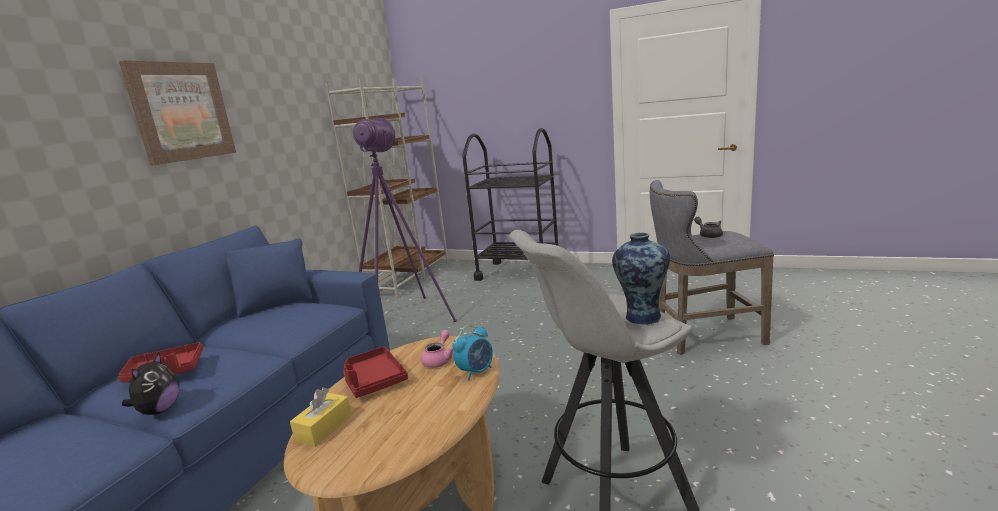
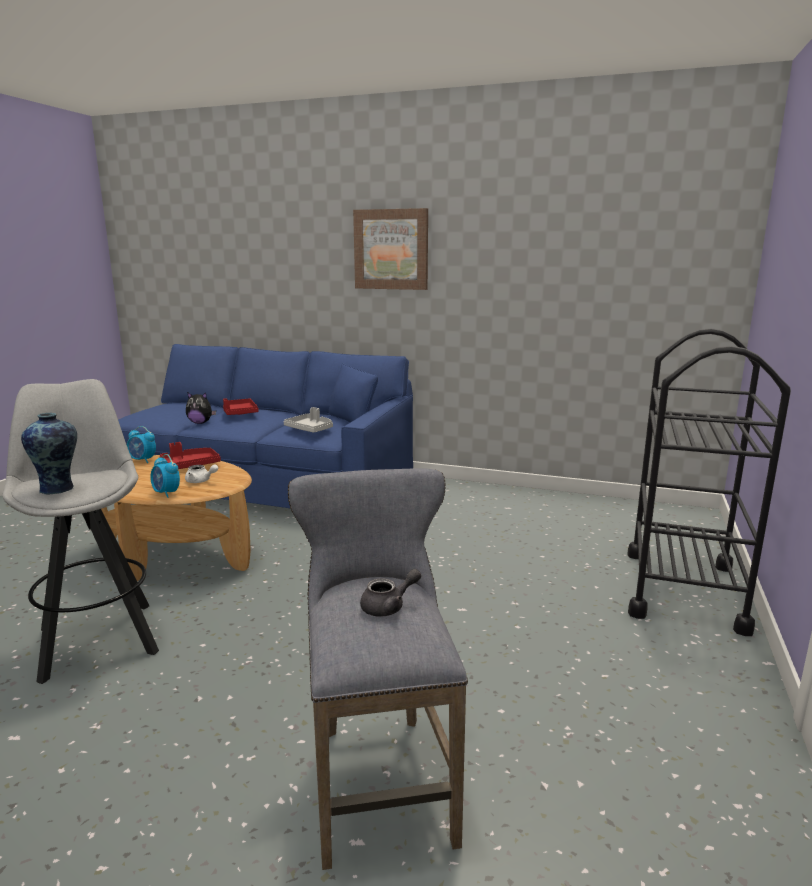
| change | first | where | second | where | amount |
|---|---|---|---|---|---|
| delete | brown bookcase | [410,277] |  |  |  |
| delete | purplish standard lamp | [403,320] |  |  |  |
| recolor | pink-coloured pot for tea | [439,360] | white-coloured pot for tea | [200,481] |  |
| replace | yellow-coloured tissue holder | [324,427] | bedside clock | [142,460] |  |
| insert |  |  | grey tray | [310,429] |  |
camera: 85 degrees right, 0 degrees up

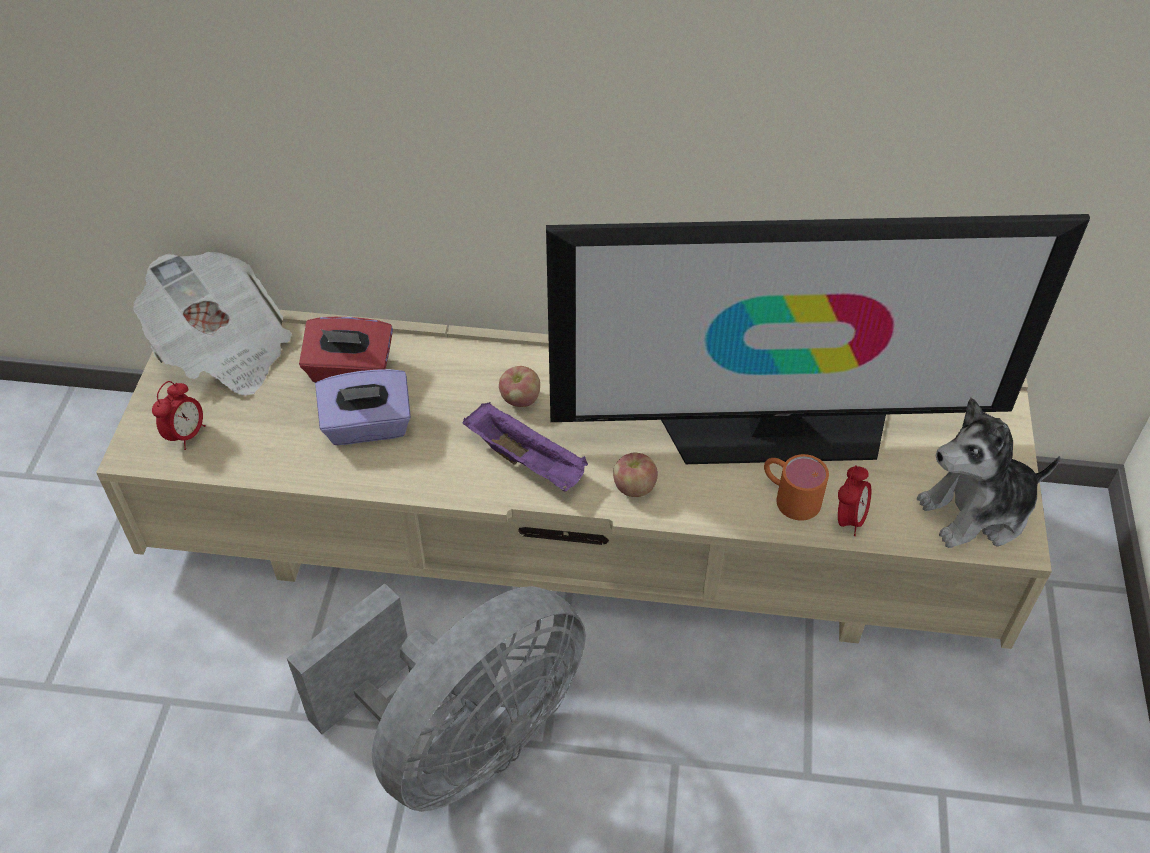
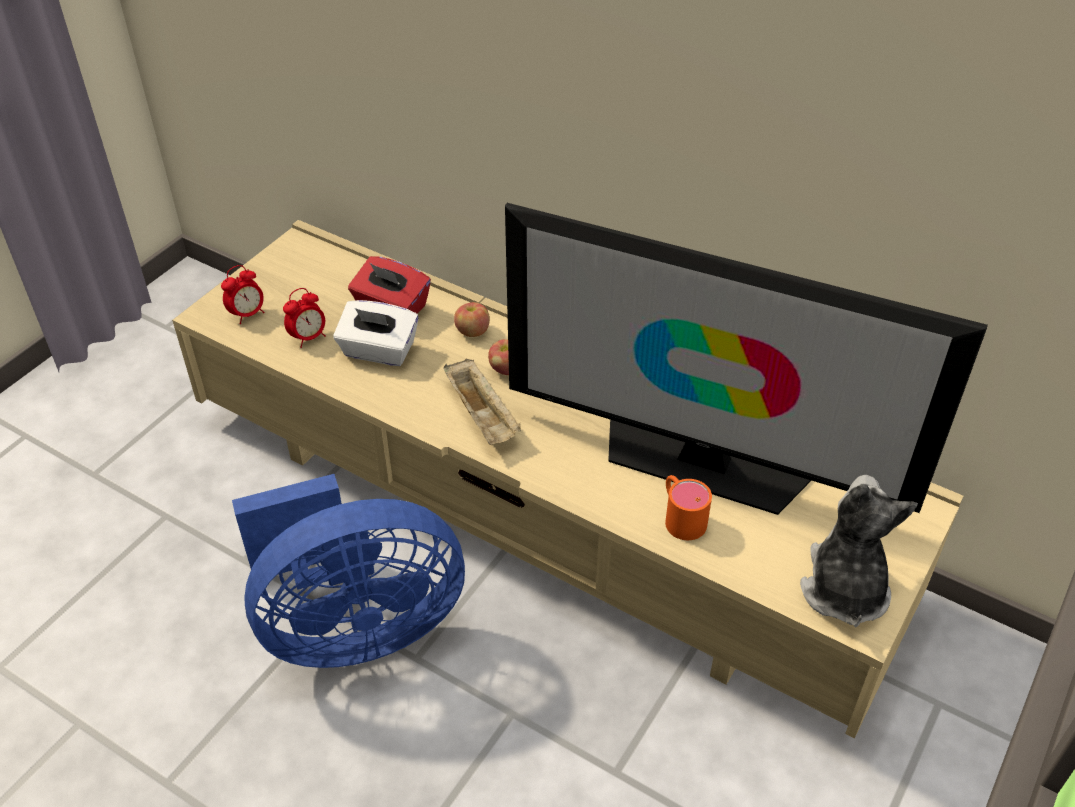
| change | first | where | second | where | amount |
|---|---|---|---|---|---|
| delete | printed paper | [223,349] |  |  |  |
| recolor | purplish tissue holder | [368,427] | white-coloured tissue holder | [378,351] |  |
| rotate | cuddly toy | [977,511] |  | [844,588] | 90 degrees clockwise |
| recolor | purplish tray | [527,461] | beige tray | [482,416] |  |
| move | apple | [634,487] |  | [472,331] |  |
| move | bedside clock | [849,519] |  | [308,337] |  |
| recolor | grey electric fan | [461,740] | blue electric fan | [354,628] |  |
camera: 25 degrees right, 5 degrees down

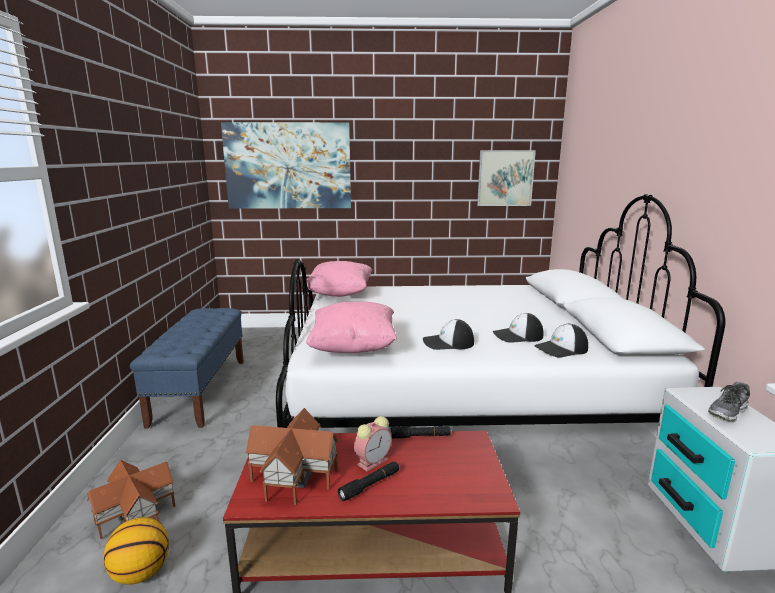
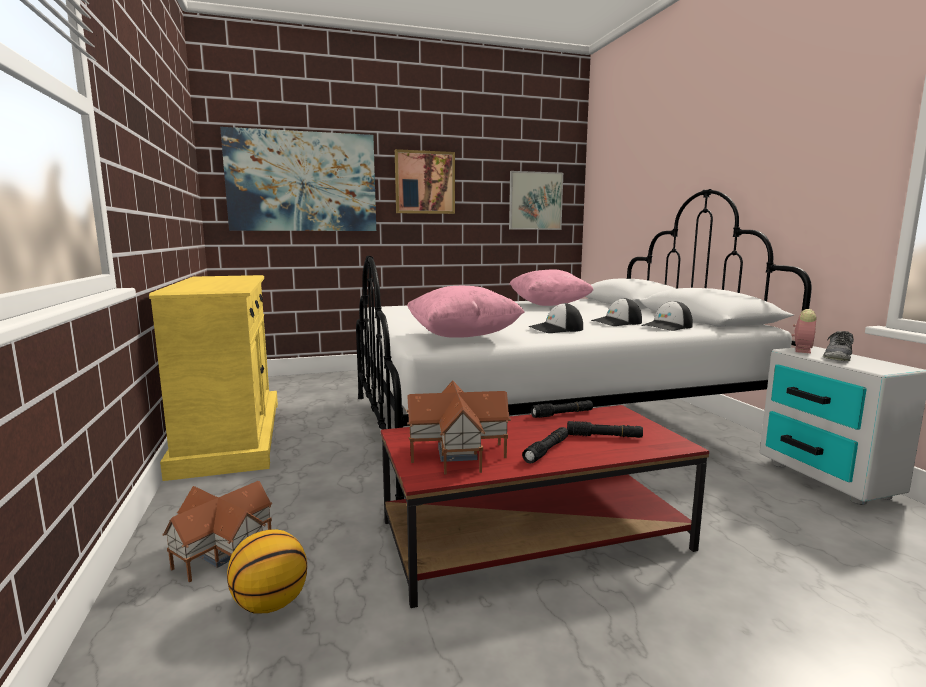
| change | first | where | second | where | amount |
|---|---|---|---|---|---|
| move | pink-coloured cushion | [340,294] |  | [549,305] |  |
| replace | blue indoor bench | [200,390] | yellow-coloured dresser | [229,435] |  |
| move | bedside clock | [373,461] |  | [802,350] |  |
| insert |  |  | wall picture | [425,182] |  |
| insert |  |  | blackish flashlight | [604,436] |  |
camera: 15 degrees left, 5 degrees down

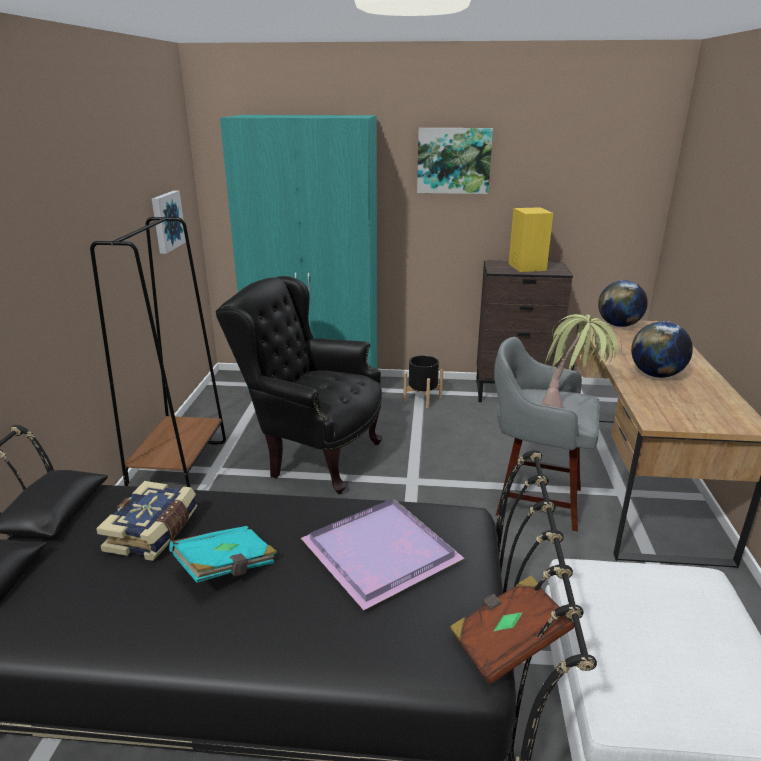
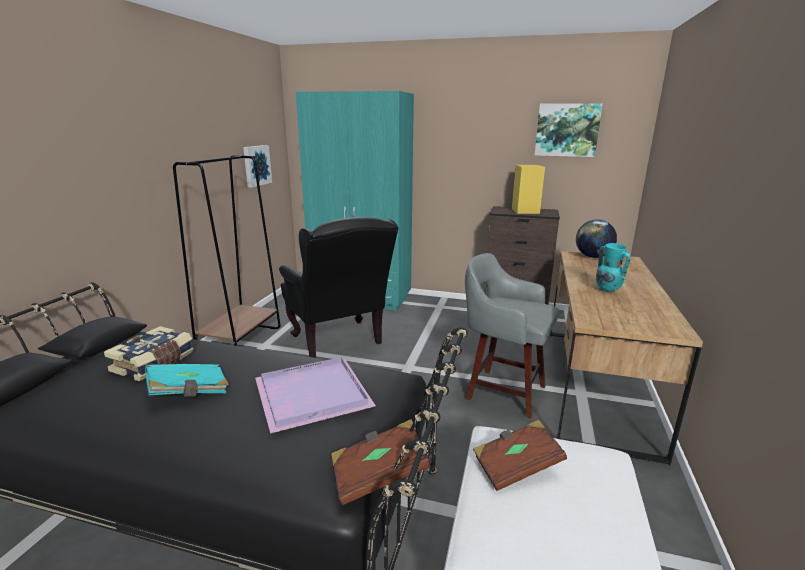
| change | first | where | second | where | amount |
|---|---|---|---|---|---|
| move | wall picture | [453,160] |  | [567,130] |  |
| rotate | blackish easy chair | [315,457] |  | [341,343] | 150 degrees counterclockwise |
| delete | plant in a pot | [572,407] |  |  |  |
| replace | desk globe | [655,375] | turquoise-coloured flower vase | [607,291] |  |
| delete | blackish plant pot | [422,399] |  |  |  |
| insert |  |  | brown bound book | [516,466] |  |
camera: 10 degrees right, 5 degrees down

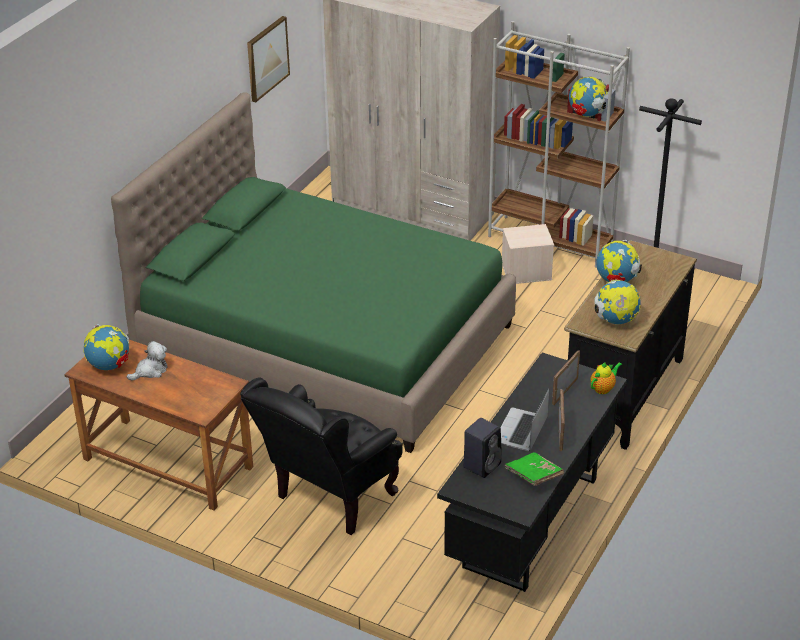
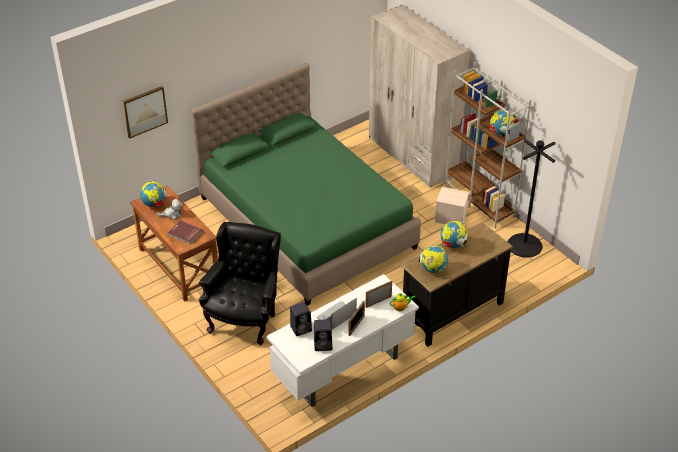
| change | first | where | second | where | amount |
|---|---|---|---|---|---|
| move | wall picture | [267,58] |  | [145,111] |  |
| recolor | blackish desk | [532,523] | white-coloured desk | [343,370] |  |
| rotate | blackish easy chair | [328,502] |  | [245,318] | 135 degrees clockwise |
| replace | green-coloured bound book | [534,476] | blackish audio speaker | [323,345] |  |
| insert |  |  | red bound book | [185,233] |  |
camera: 25 degrees right, 5 degrees up

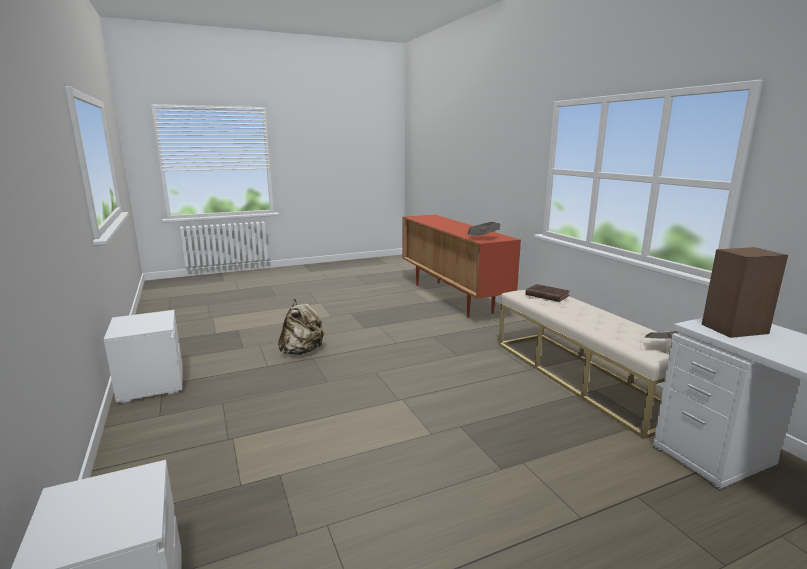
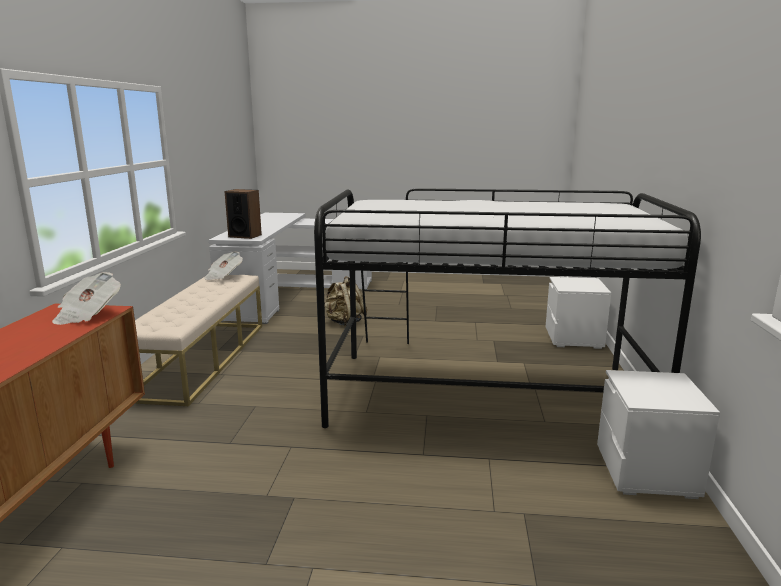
| change | first | where | second | where | amount |
|---|---|---|---|---|---|
| delete | brown bound book | [546,295] |  |  |  |
| move | beige backpack | [302,351] |  | [344,323] |  |
| insert |  |  | blackish sleeping bed | [480,393] |  |
camera: 150 degrees left, 0 degrees up

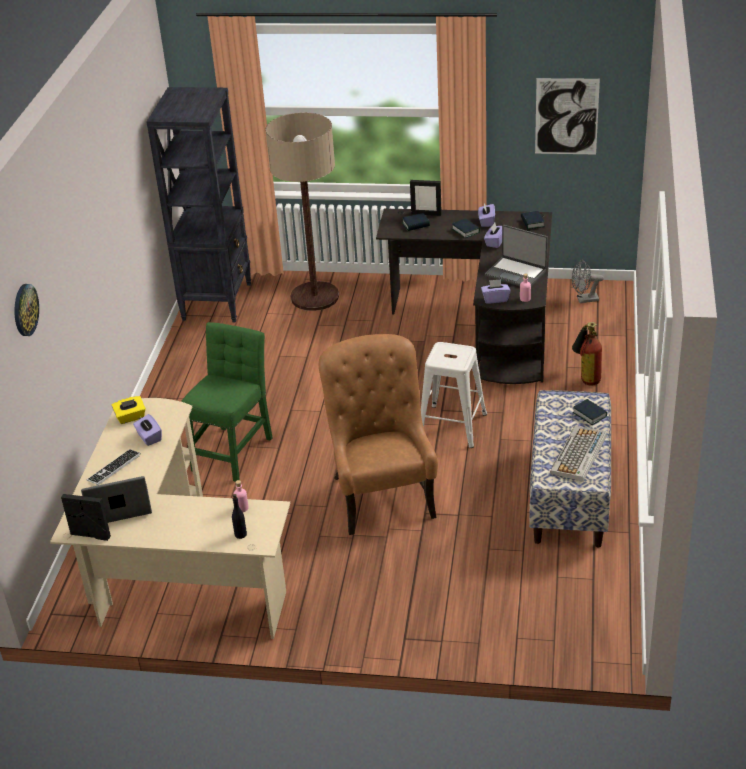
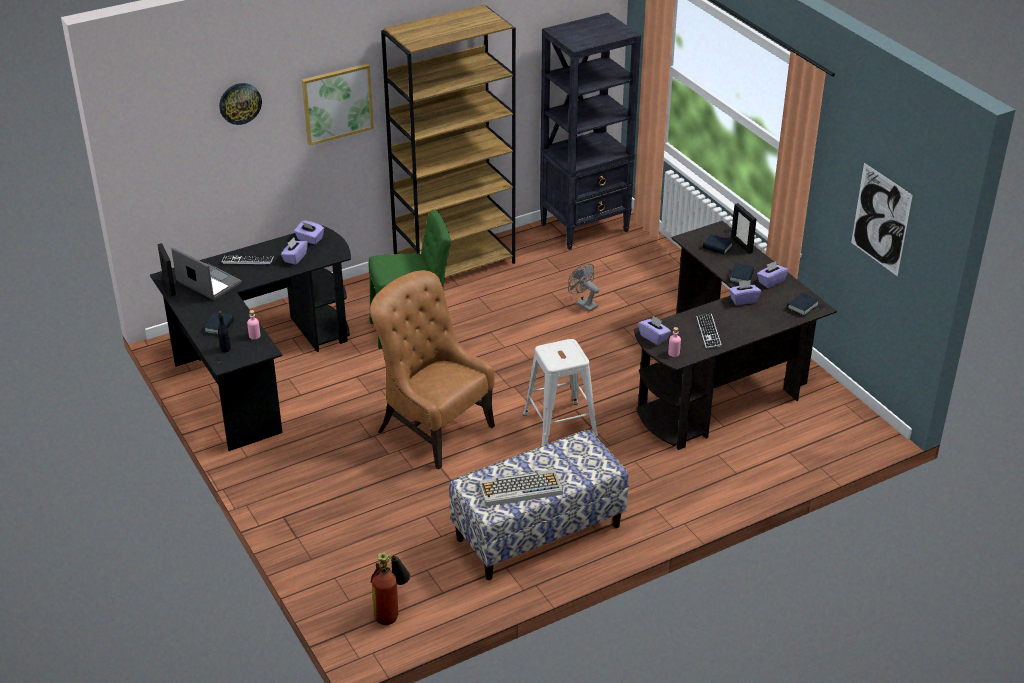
| change | first | where | second | where | amount |
|---|---|---|---|---|---|
| delete | standard lamp | [315,297] |  |  |  |
| replace | laptop | [516,273] | computer keyboard | [708,332] |  |
| move | grey electric fan | [584,300] |  | [583,304] |  |
| move | extinguisher | [586,376] |  | [392,611] |  |
| rotate | brown upright chair | [382,496] |  | [433,429] | 90 degrees counterclockwise |
| recolor | yellow-coloured tissue holder | [130,417] | purplish tissue holder | [309,239] |  |
| recolor | beige desk | [172,573] | blackish desk | [254,370] |  |
| move | bound book | [589,414] |  | [219,326] |  |
| insert |  |  | brown bookcase | [455,264] |  |
| insert |  |  | wall picture | [337,103] |  |
camera: 50 degrees right, 0 degrees up

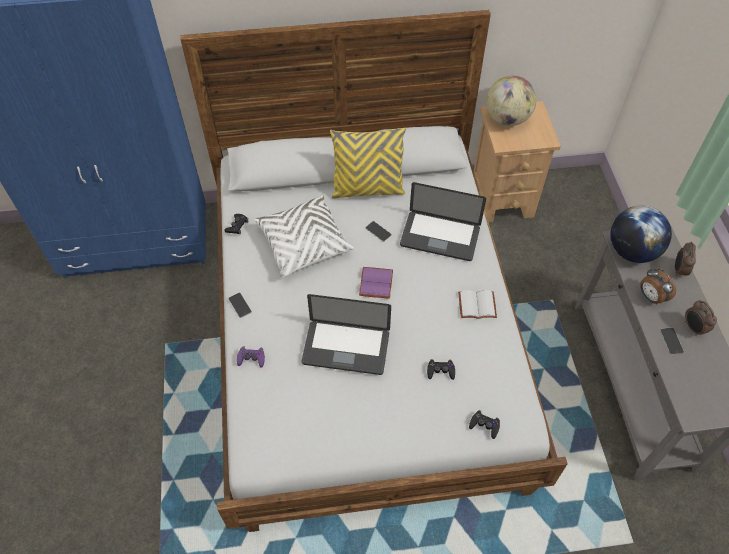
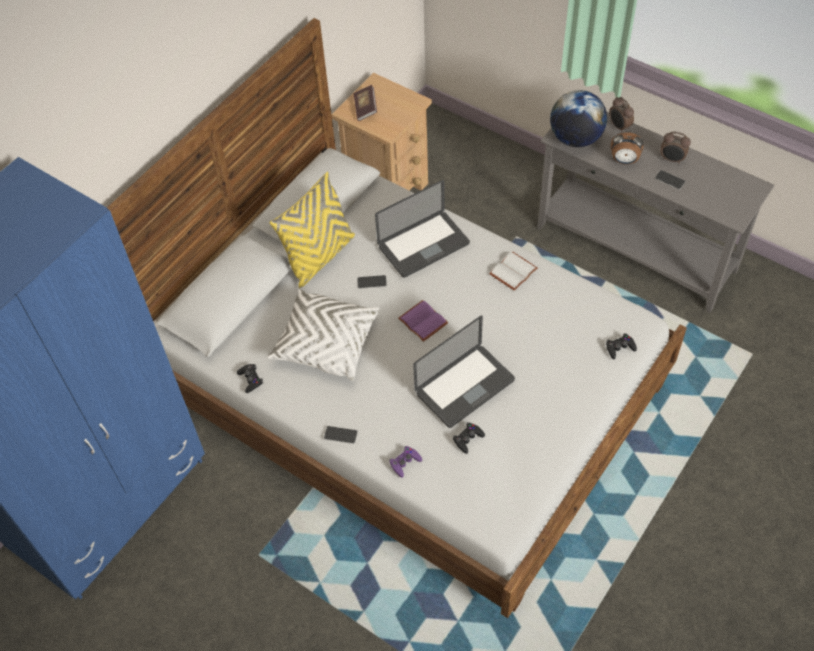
| change | first | where | second | where | amount |
|---|---|---|---|---|---|
| replace | desk globe | [507,119] | bound book | [365,108] |  |
| move | blackish gamepad | [440,371] |  | [468,439] |  |
camera: 45 degrees left, 0 degrees up

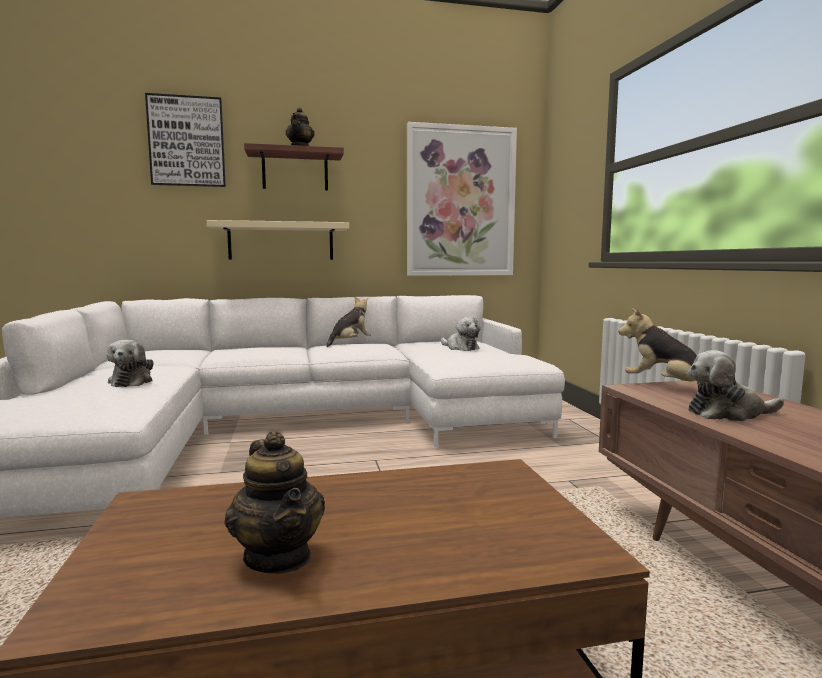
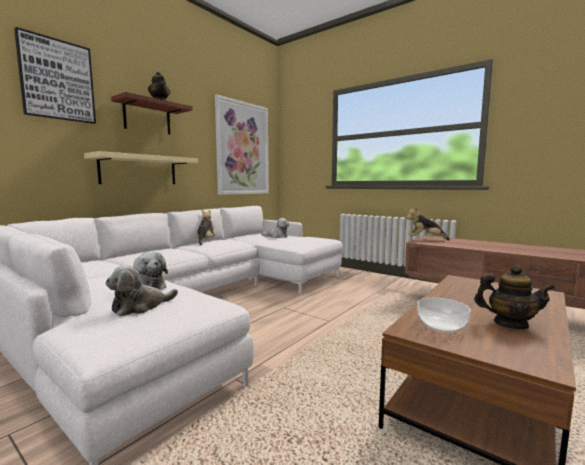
| change | first | where | second | where | amount |
|---|---|---|---|---|---|
| move | cuddly toy | [728,413] |  | [140,307] |  |
| insert |  |  | deep dish | [442,325] |  |
camera: 40 degrees left, 0 degrees up

